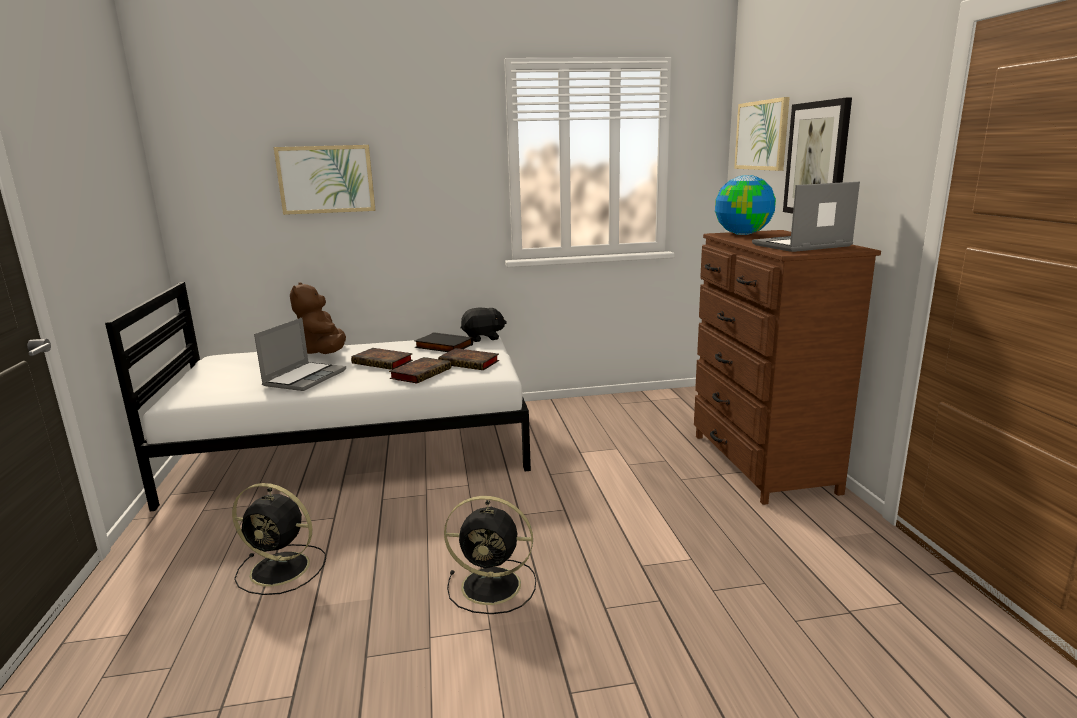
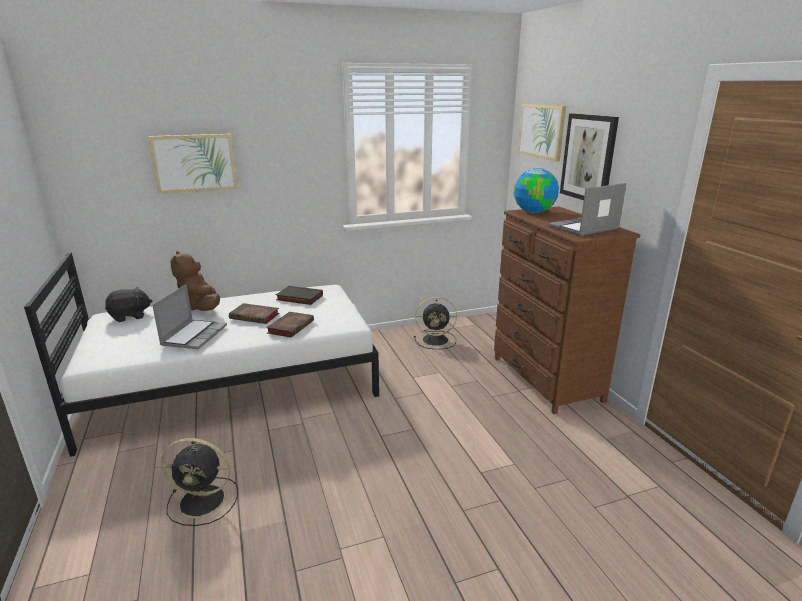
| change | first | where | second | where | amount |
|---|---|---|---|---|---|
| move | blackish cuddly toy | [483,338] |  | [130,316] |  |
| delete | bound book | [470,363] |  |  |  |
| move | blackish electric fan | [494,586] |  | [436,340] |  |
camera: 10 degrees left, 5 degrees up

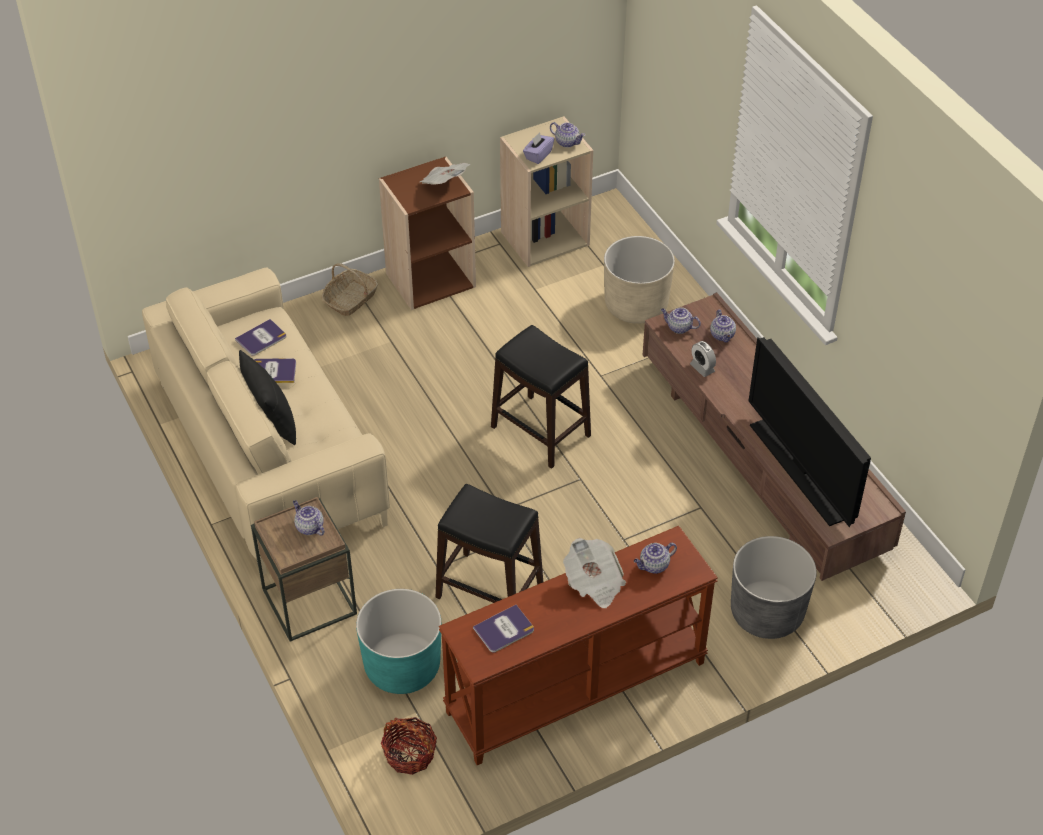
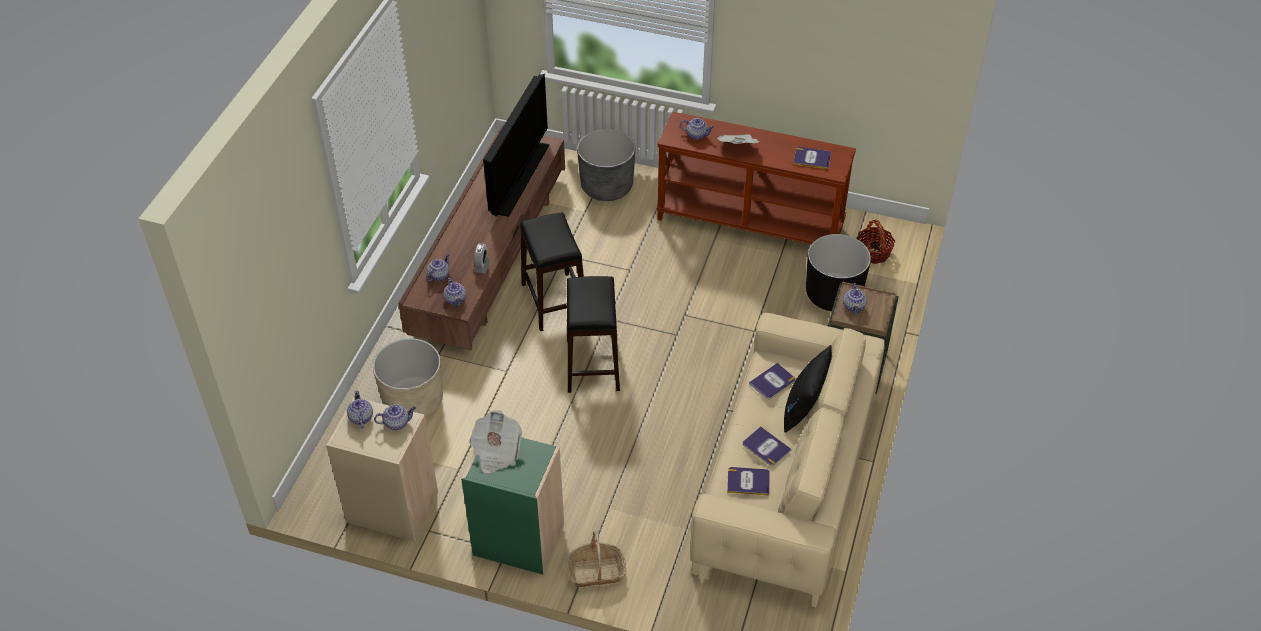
| change | first | where | second | where | amount |
|---|---|---|---|---|---|
| replace | purplish tissue holder | [538,155] | pot for tea | [397,423] |  |
| recolor | brown bookcase | [431,279] | green-coloured bookcase | [517,540] |  |
| move | blackish stool seat | [489,590] |  | [553,302] |  |
| recolor | turquoise-coloured plant pot | [402,666] | blackish plant pot | [833,294] |  |
| insert |  |  | bound book | [772,382] |  |
camera: 135 degrees left, 0 degrees up

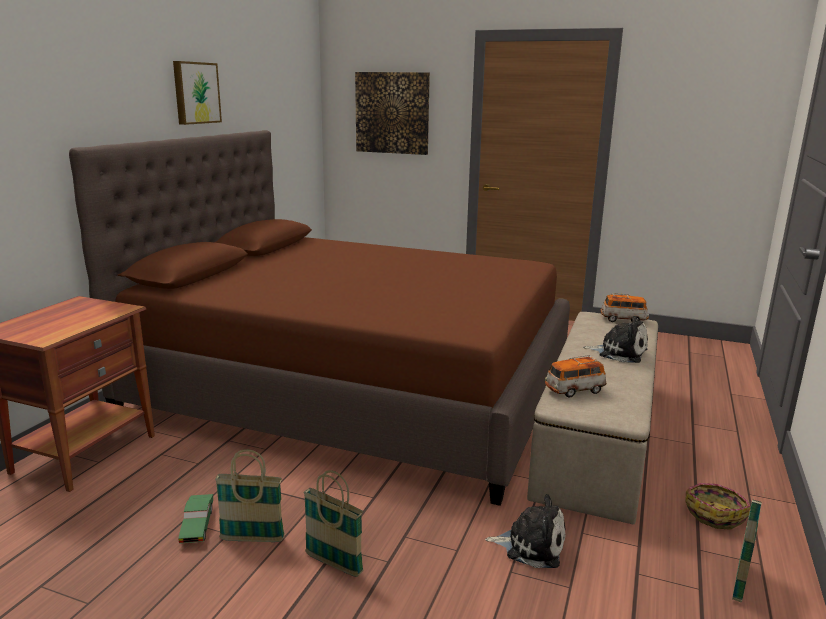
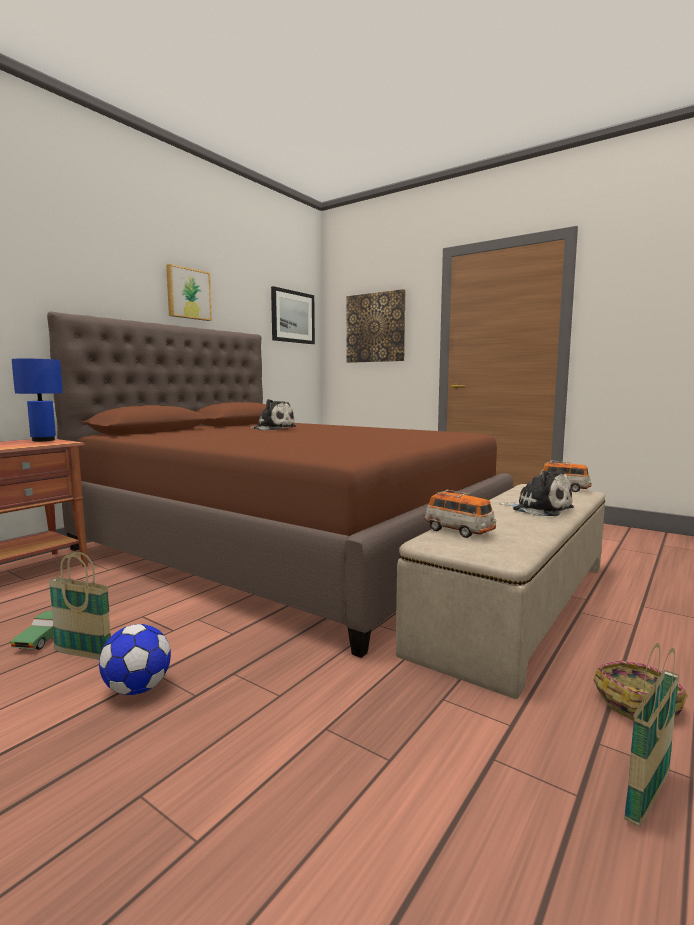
| change | first | where | second | where | amount |
|---|---|---|---|---|---|
| rotate | miniature car | [574,390] |  | [459,531] | 135 degrees counterclockwise |
| replace | household basket | [334,564] | football ball | [137,689] |  |
| move | cuddly toy | [531,545] |  | [273,428] |  |
| insert |  |  | wall picture | [292,317] |  |
| insert |  |  | blue tabletop lamp | [43,440] |  |
camera: 15 degrees right, 10 degrees down

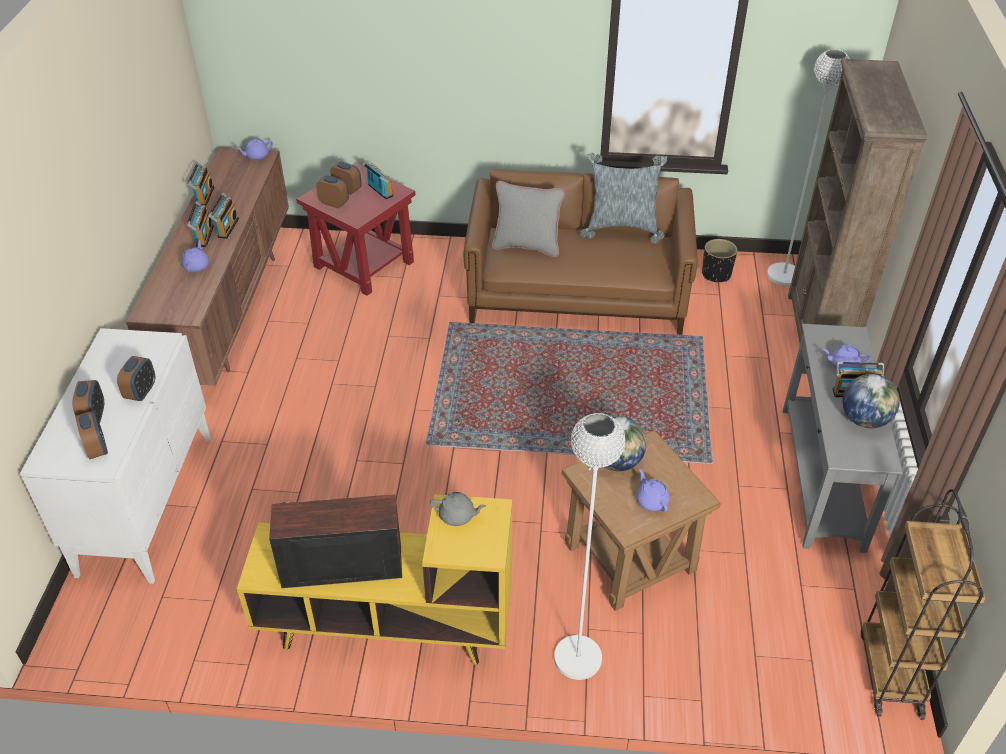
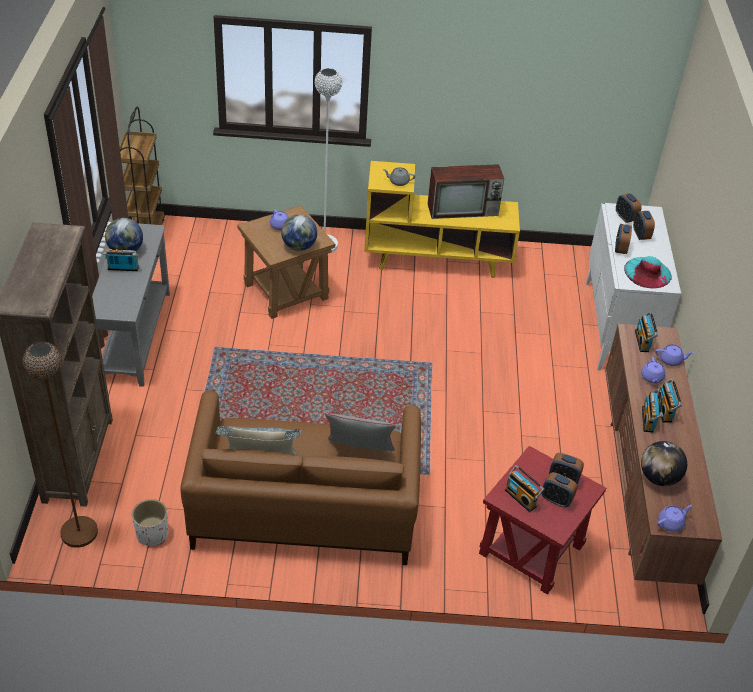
| change | first | where | second | where | amount |
|---|---|---|---|---|---|
| recolor | white-coloured standard lamp | [783,275] | brown standard lamp | [79,533] |  |
| move | radio receiver | [203,196] |  | [643,341] |  |
| recolor | blackish plant pot | [716,274] | white-coloured plant pot | [152,534] |  |
| move | purplish pot for tea | [843,365] |  | [671,360] |  |
| insert |  |  | turquoise-coloured clothing hat | [647,272] |  |
| insert |  |  | desk globe | [658,478] |  |
camera: 175 degrees right, 0 degrees up

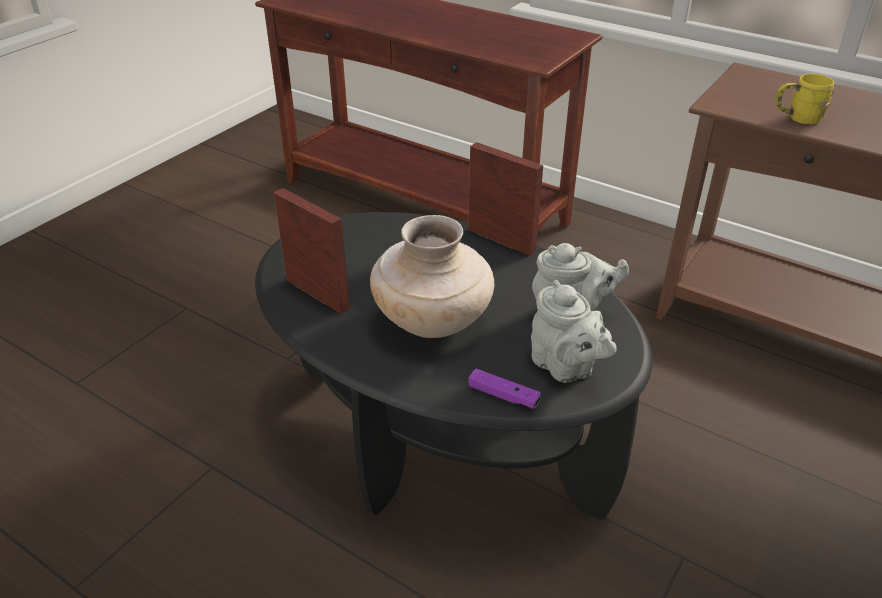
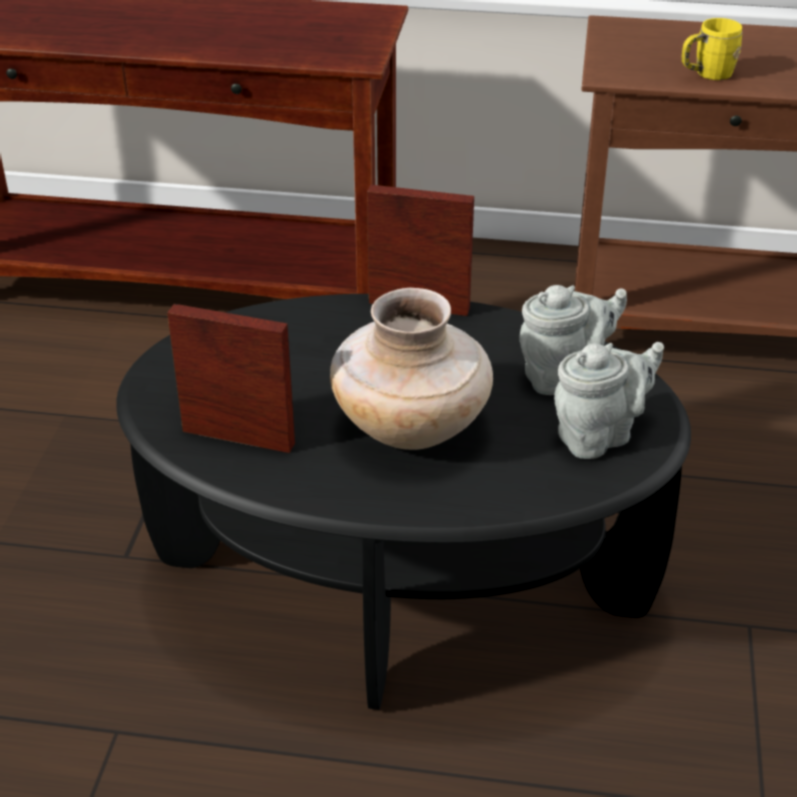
| change | first | where | second | where | amount |
|---|---|---|---|---|---|
| rotate | grey pot for tea | [565,367] |  | [599,435] | 60 degrees counterclockwise |
| delete | purplish gamepad | [503,395] |  |  |  |
camera: 25 degrees left, 0 degrees up

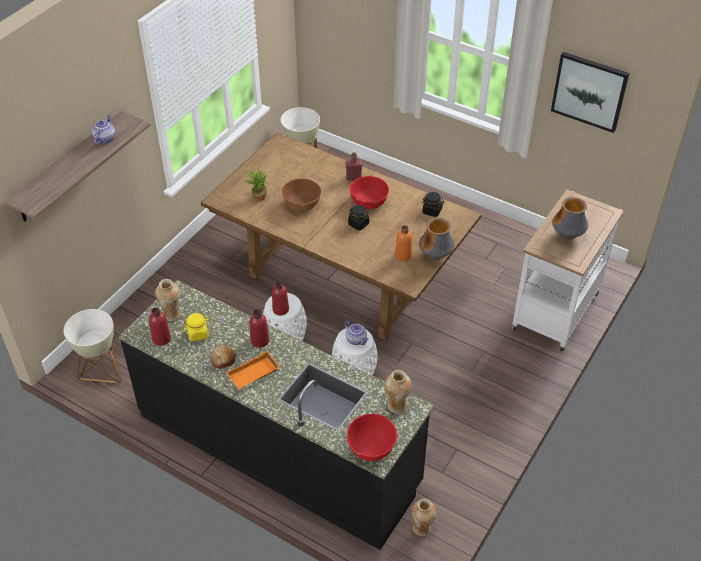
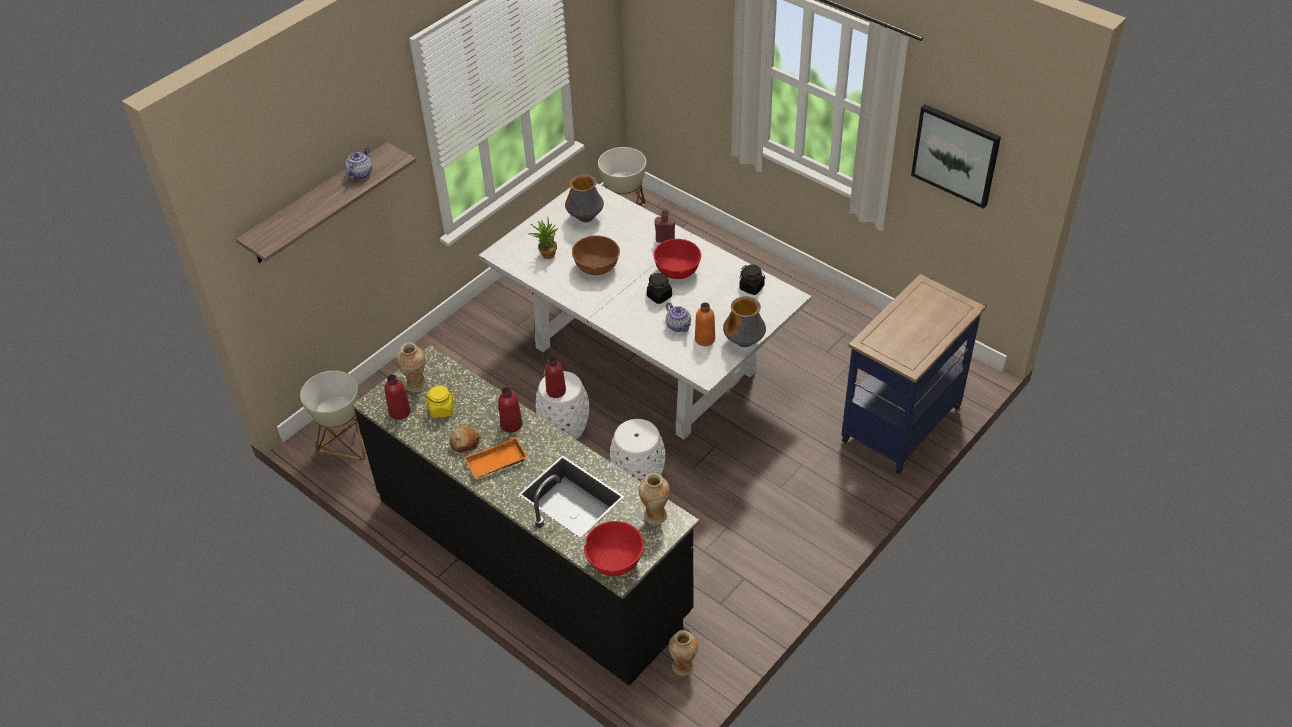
| change | first | where | second | where | amount |
|---|---|---|---|---|---|
| recolor | brown dining table | [342,278] | white-coloured dining table | [646,360] |  |
| recolor | white-coloured trolley | [557,309] | blue trolley | [904,422] |  |
| move | flower vase | [567,236] |  | [585,218] |  |
| move | pot for tea | [356,339] |  | [679,326] |  |
camera: 10 degrees right, 0 degrees up

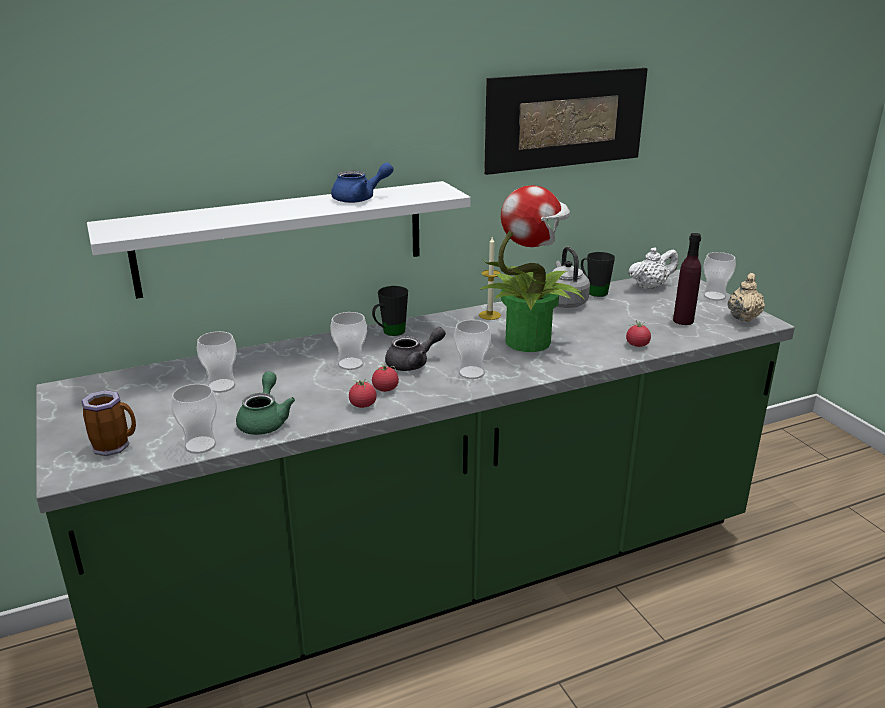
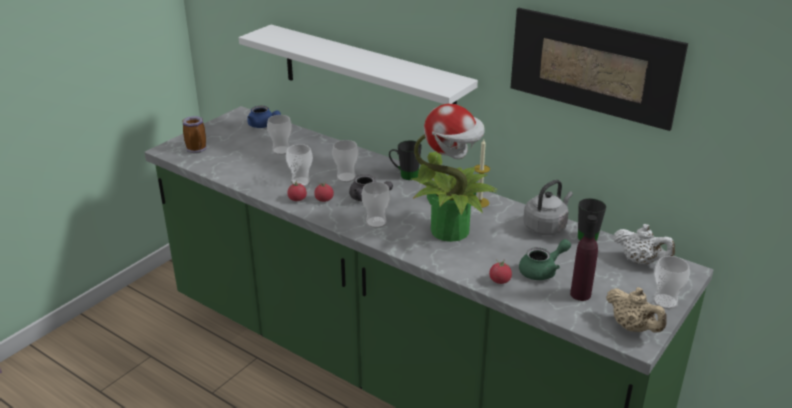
| change | first | where | second | where | amount |
|---|---|---|---|---|---|
| move | blue pot for tea | [360,199] |  | [263,125] |  |
| rotate | beige pot for tea | [743,317] |  | [632,327] | 60 degrees clockwise |
| move | green-coloured pot for tea | [265,421] |  | [542,271] |  |
| move | cup | [200,445] |  | [300,182] |  |
camera: 60 degrees right, 5 degrees up

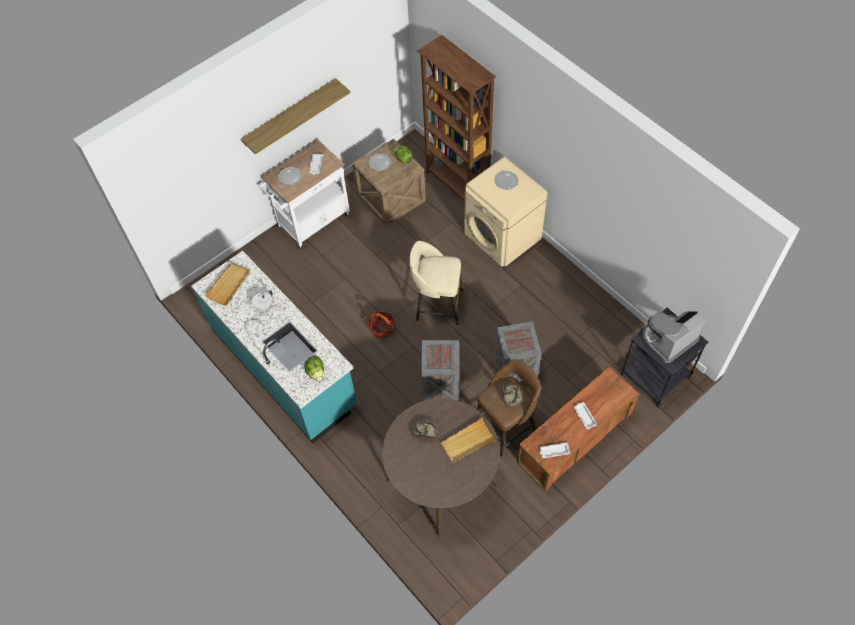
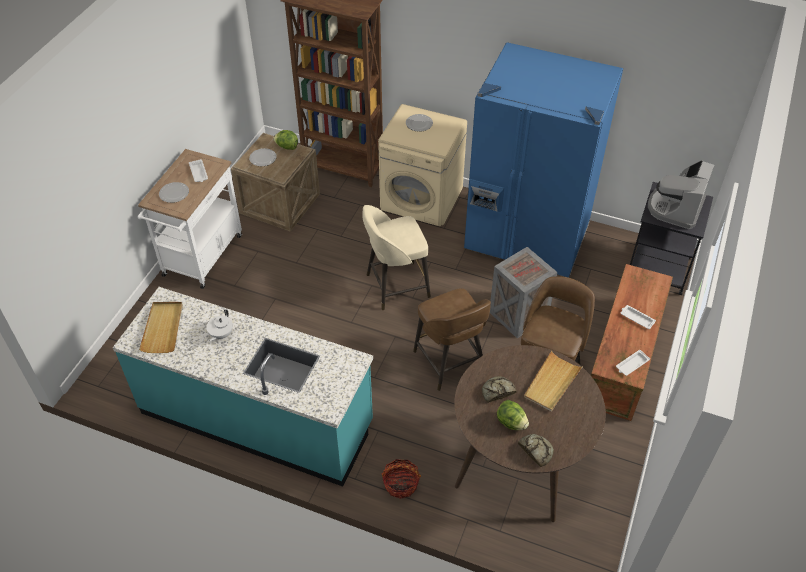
| change | first | where | second | where | amount |
|---|---|---|---|---|---|
| delete | bracket shelf | [290,115] |  |  |  |
| move | household basket | [382,328] |  | [400,484] |  |
| replace | crate | [440,384] | brown stool seat | [450,363] |  |
| move | lettuce head | [316,372] |  | [511,422] |  |
| move | bread | [510,395] |  | [536,450] |  |
| insert |  |  | blue fridge | [527,238] |  |
camera: 30 degrees left, 10 degrees down

